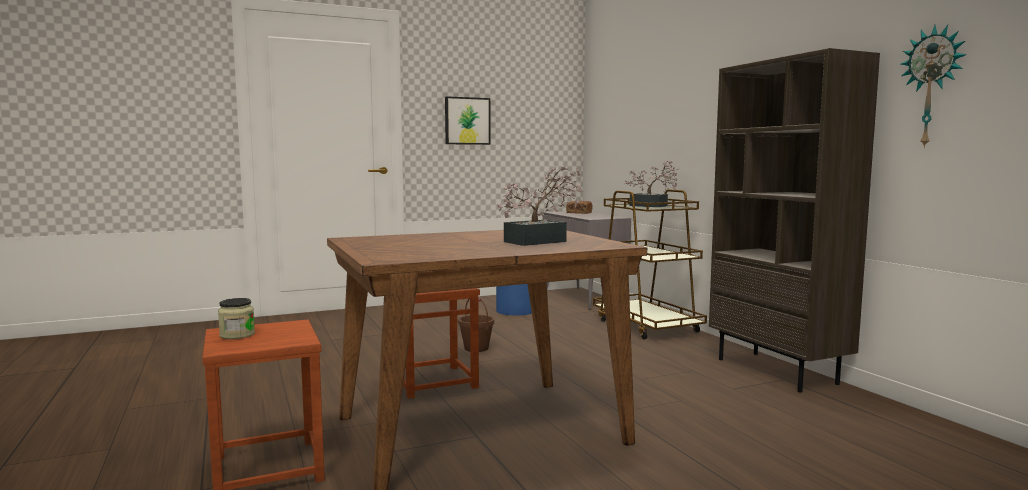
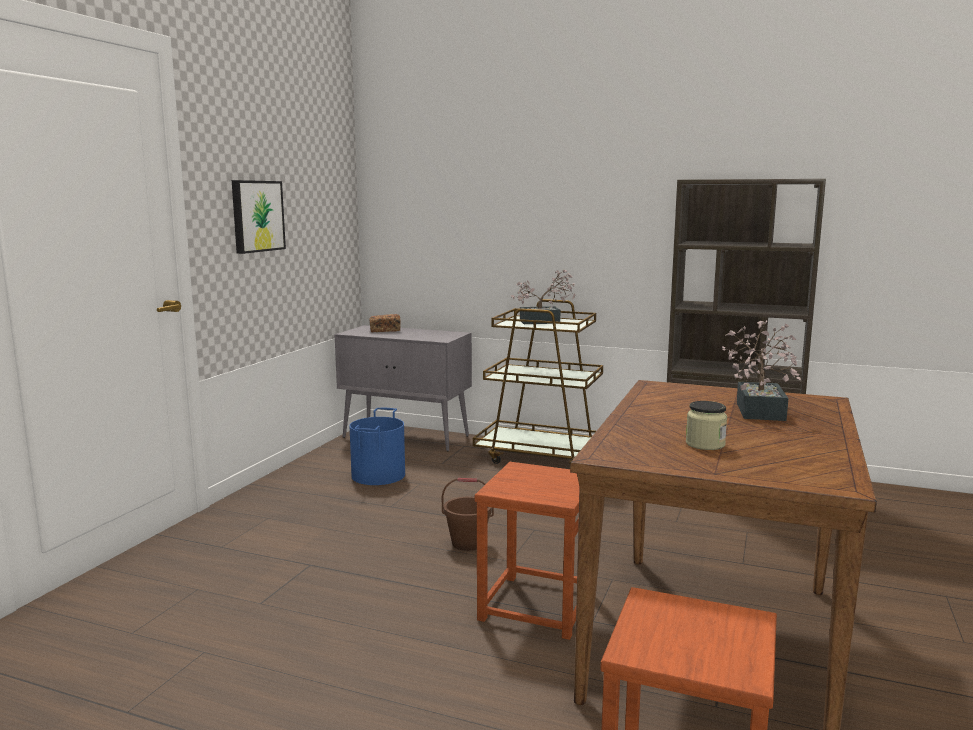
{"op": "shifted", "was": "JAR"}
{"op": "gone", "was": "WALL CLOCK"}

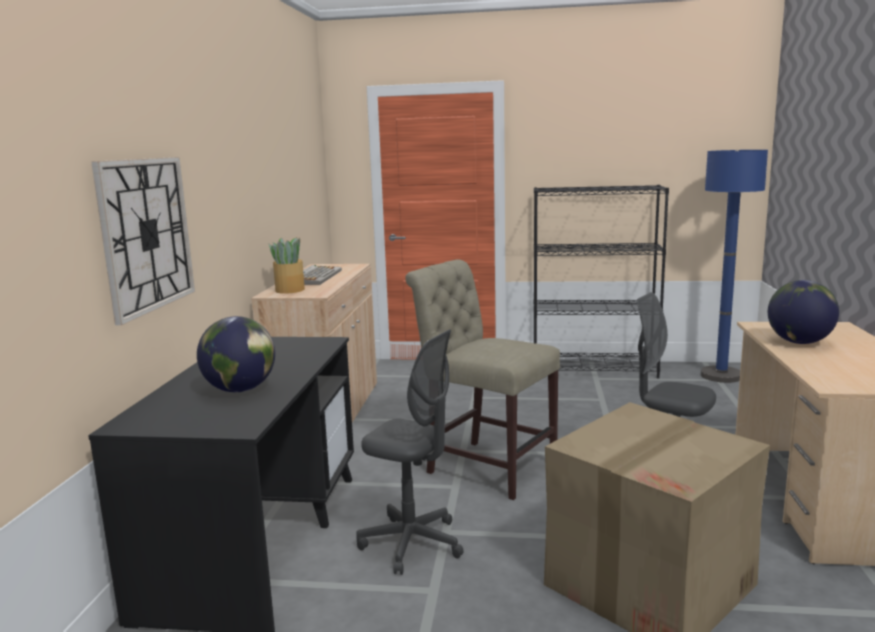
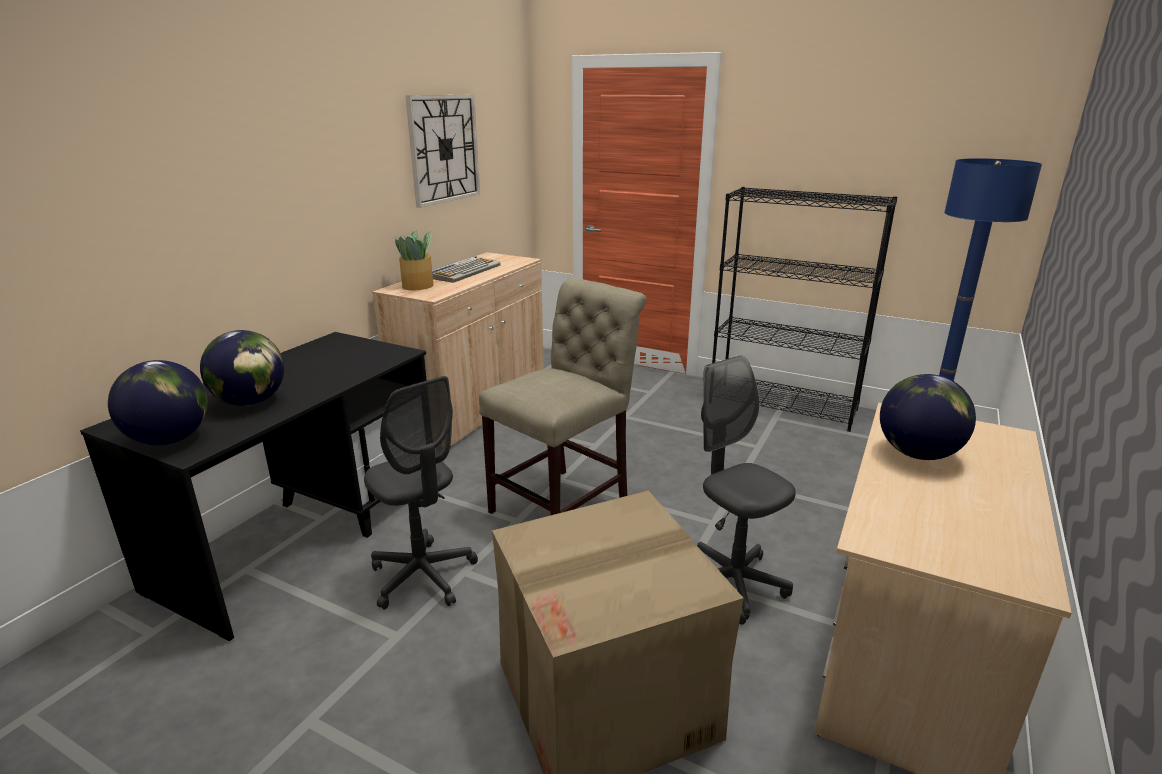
{"op": "shifted", "was": "WALL CLOCK"}
{"op": "rotated", "was": "BEIGE CHAIR", "clockwise": 75}
{"op": "new", "now": "GLOBE (no. 1 from left)"}

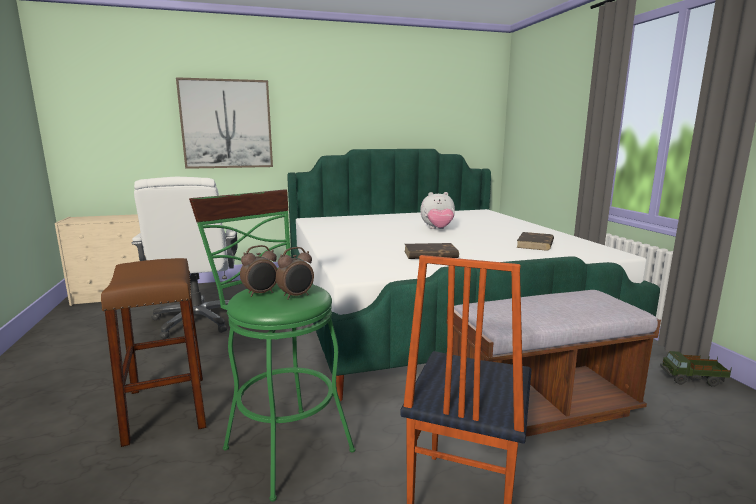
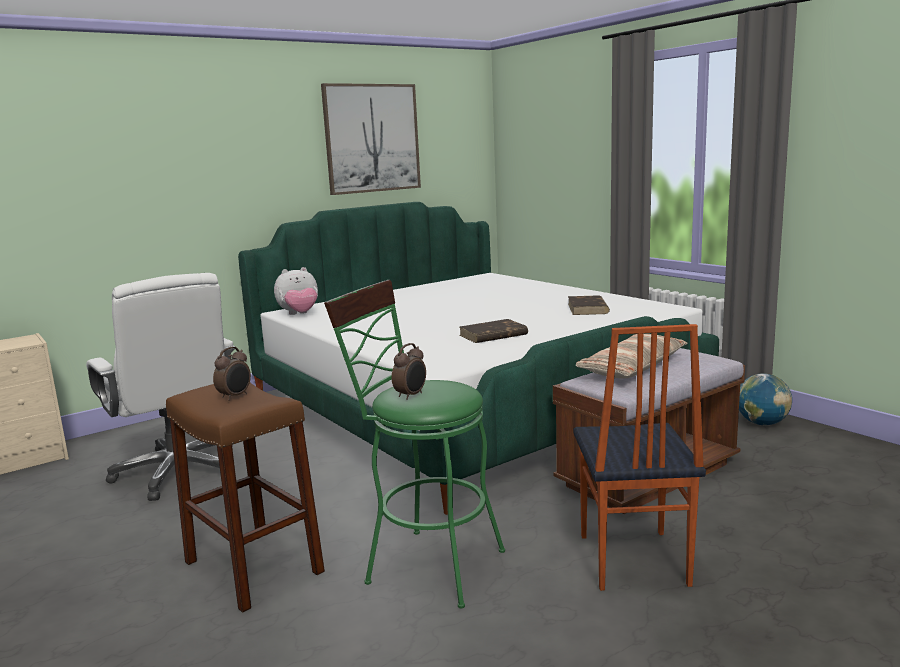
{"op": "shifted", "was": "PICTURE"}
{"op": "shifted", "was": "ALARM CLOCK (no. 2 from left in the first image)", "now": "ALARM CLOCK (no. 1 from left)"}
{"op": "shifted", "was": "PLUSH TOY"}
{"op": "swapped", "was": "TOY TRUCK", "now": "GLOBE"}
{"op": "new", "now": "PILLOW"}

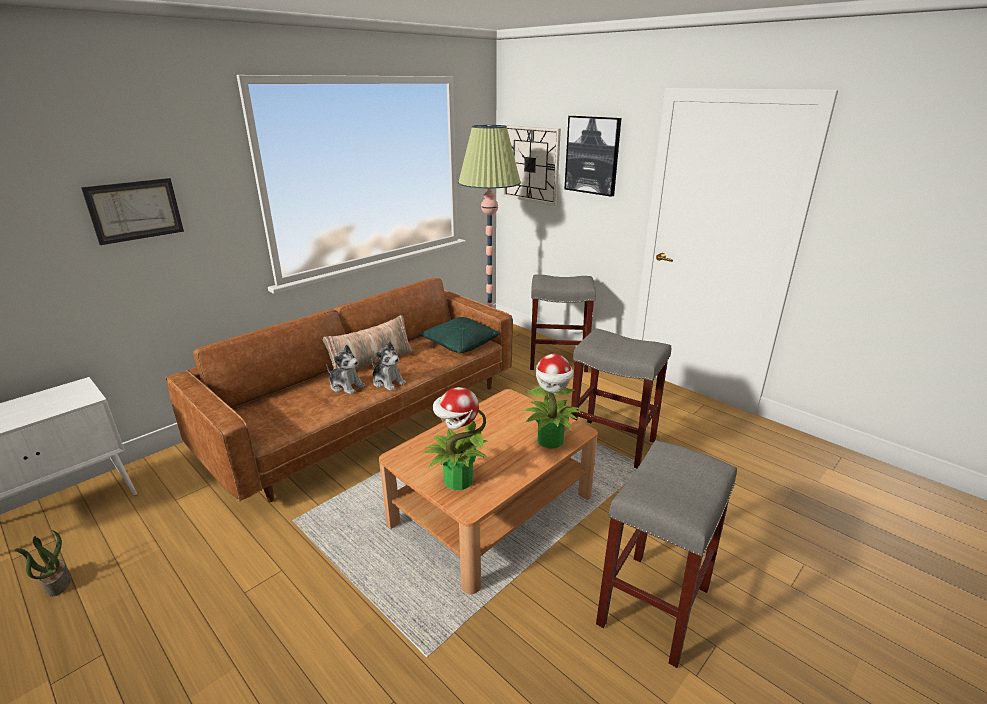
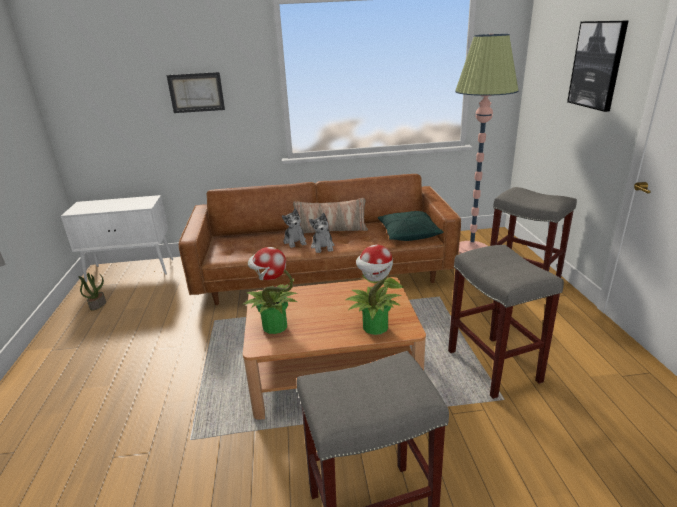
{"op": "gone", "was": "WALL CLOCK"}

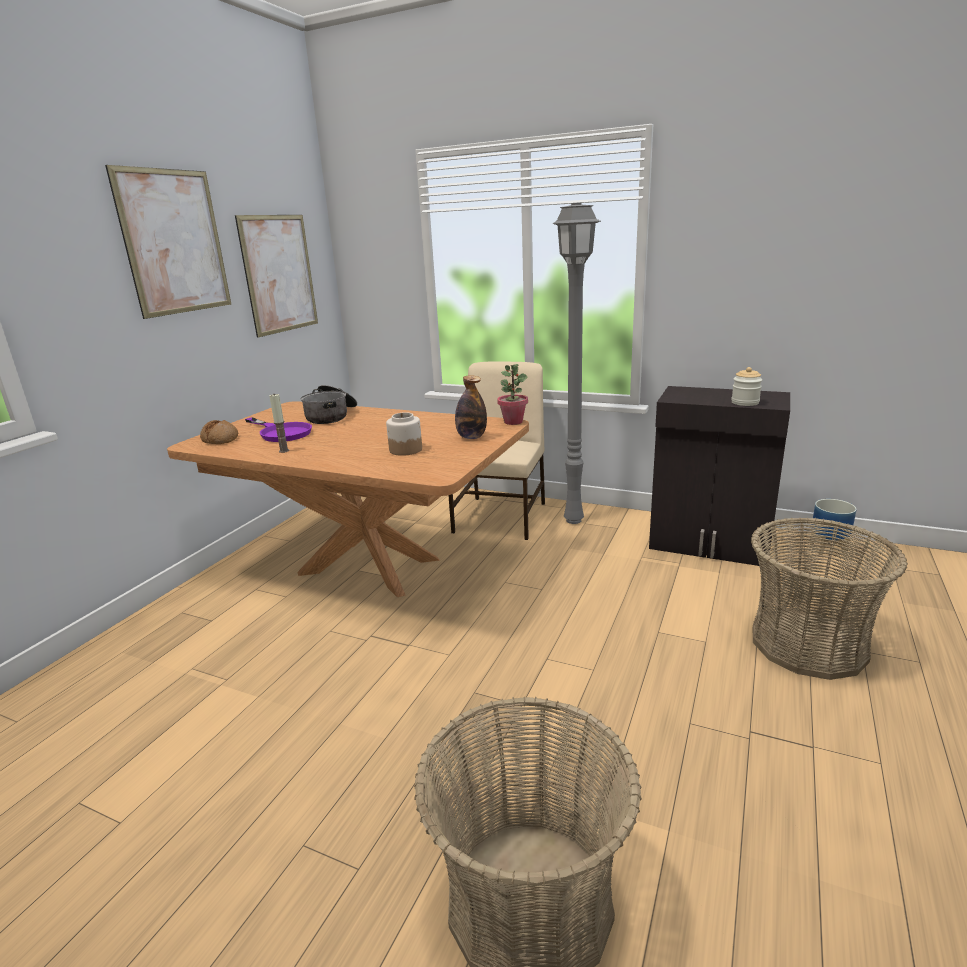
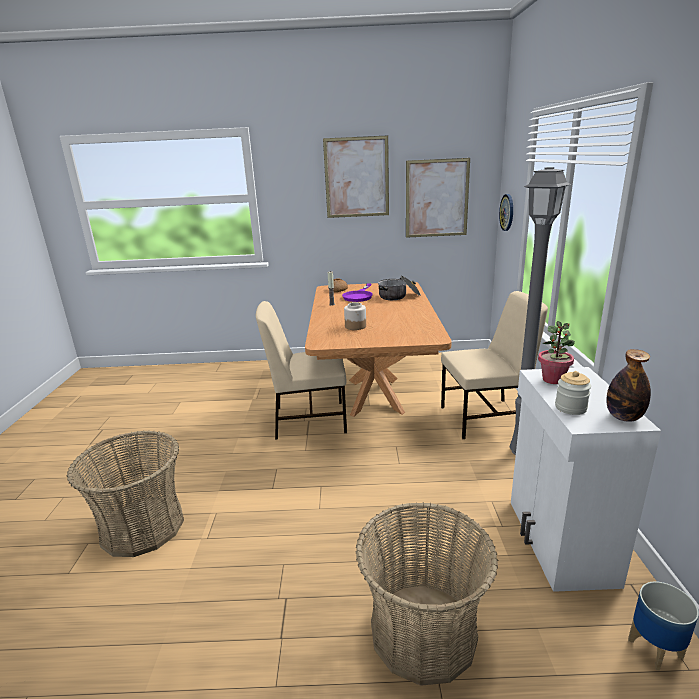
{"op": "shifted", "was": "BOTTLE"}
{"op": "shifted", "was": "POTTED PLANT"}
{"op": "repainted", "was": "BLACK CABINET", "now": "WHITE CABINET"}
{"op": "new", "now": "BEIGE CHAIR (no. 1 from left)"}
{"op": "new", "now": "WALL CLOCK"}

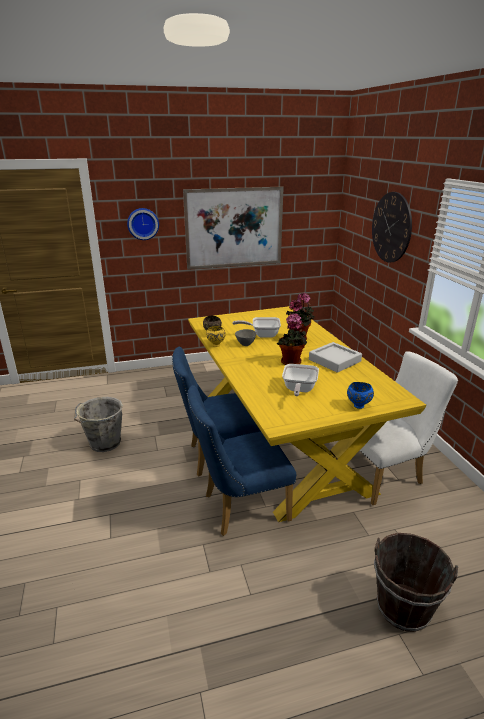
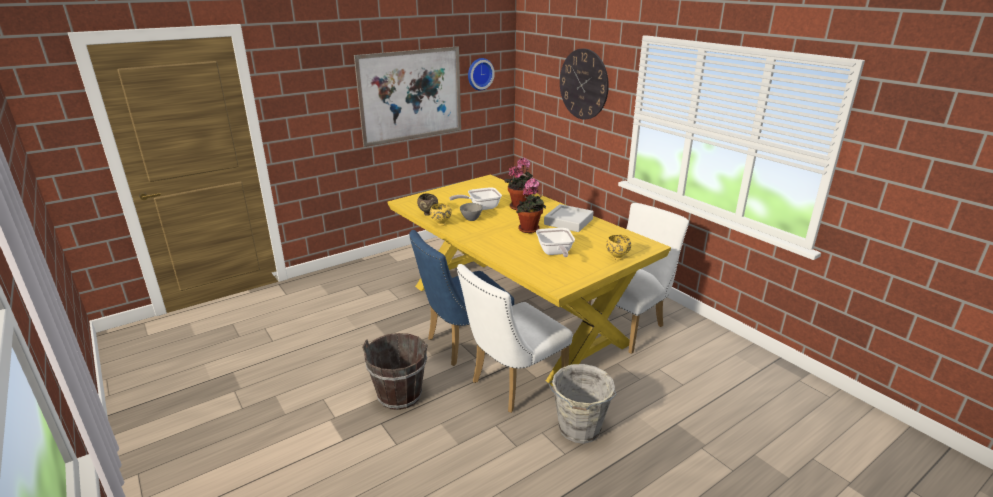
{"op": "shifted", "was": "GREY BUCKET"}
{"op": "shifted", "was": "WALL CLOCK (no. 1 from left)"}
{"op": "repainted", "was": "BLUE CHAIR (no. 2 from left)", "now": "WHITE CHAIR (no. 1 from left)"}
{"op": "repainted", "was": "BLUE BOWL", "now": "YELLOW BOWL (no. 2 from left)"}
{"op": "shifted", "was": "BROWN BUCKET"}

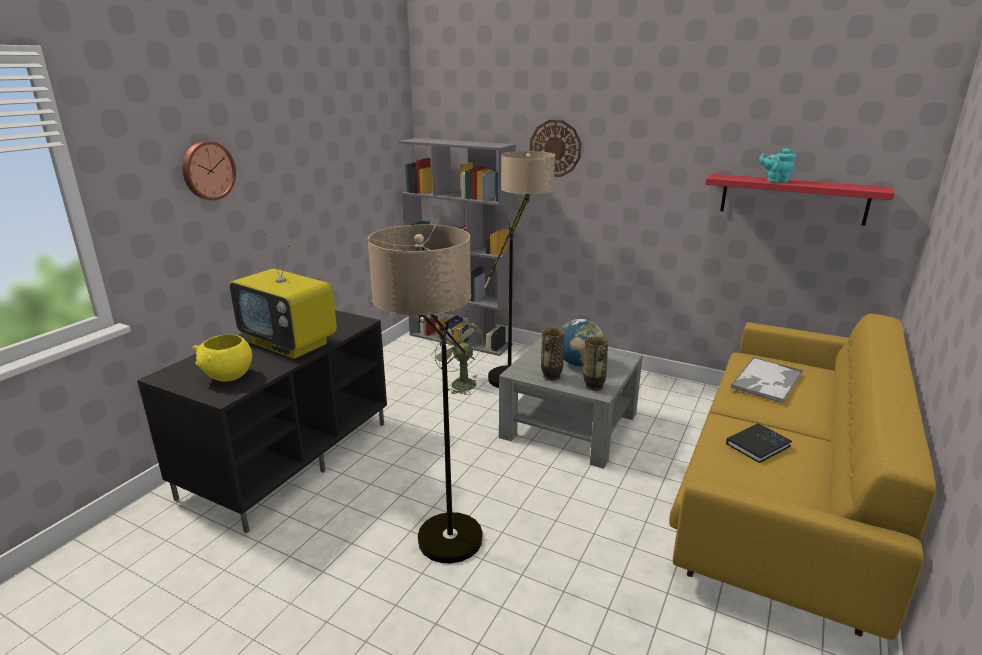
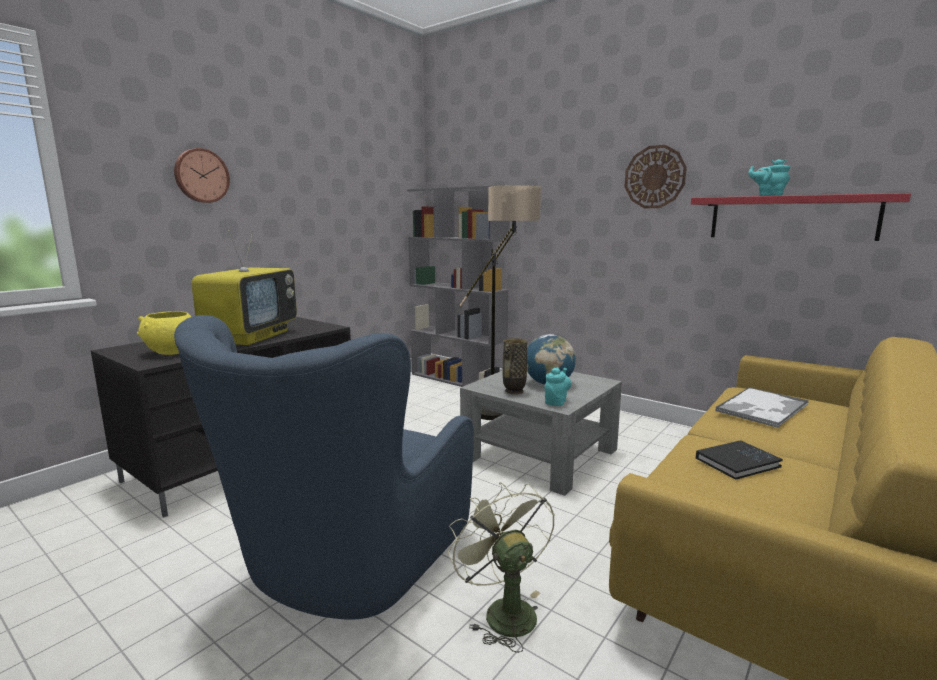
{"op": "rotated", "was": "TELEVISION", "clockwise": -120}
{"op": "swapped", "was": "FLOOR LAMP (no. 1 from left)", "now": "BLUE ARMCHAIR"}
{"op": "shifted", "was": "GREEN FAN"}
{"op": "shifted", "was": "WALL CLOCK (no. 2 from left)"}
{"op": "swapped", "was": "VASE (no. 2 from left)", "now": "TURQUOISE TEAPOT (no. 1 from left)"}

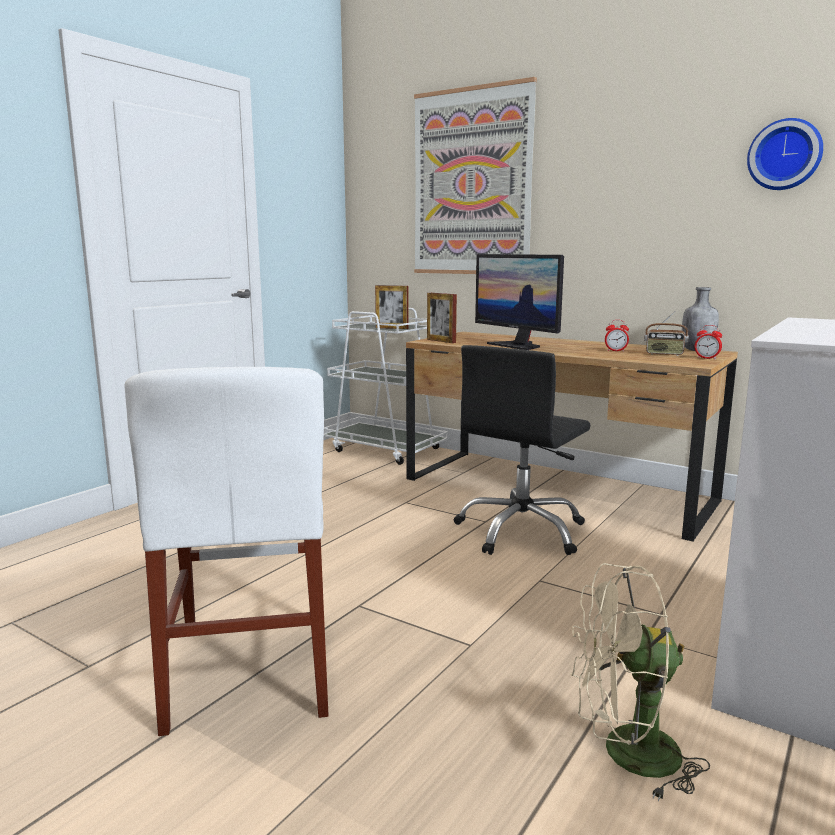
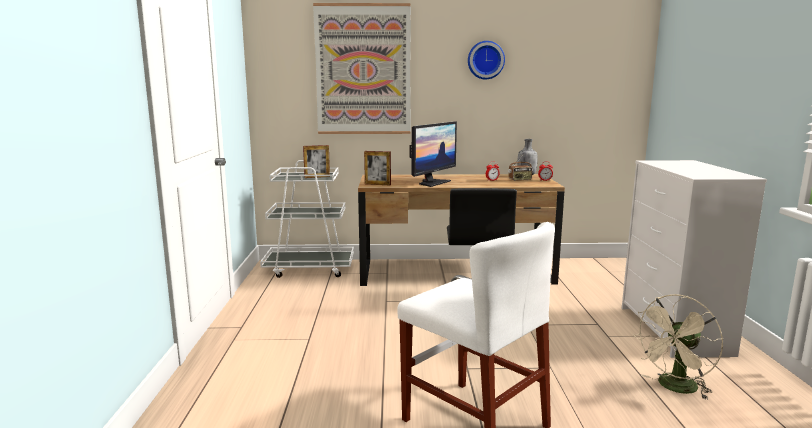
{"op": "rotated", "was": "MONITOR", "clockwise": -75}
{"op": "shifted", "was": "WALL CLOCK"}

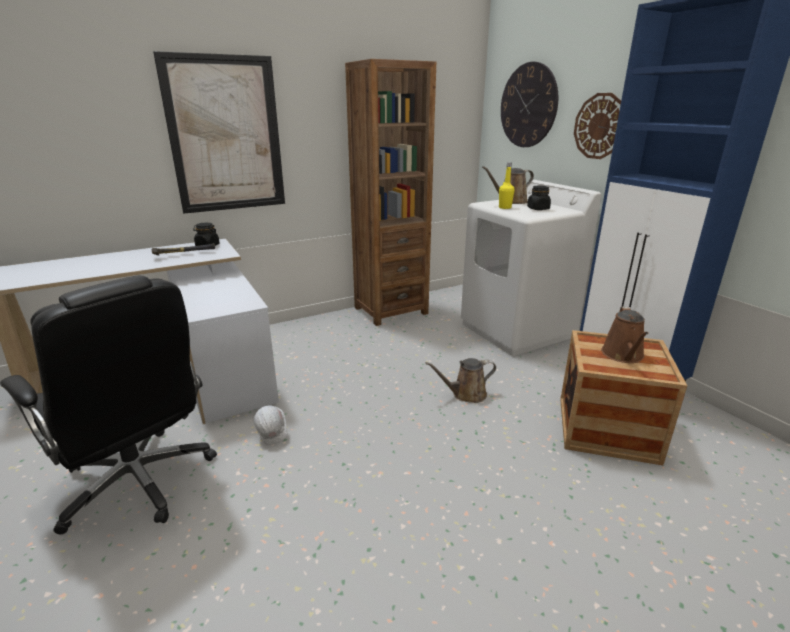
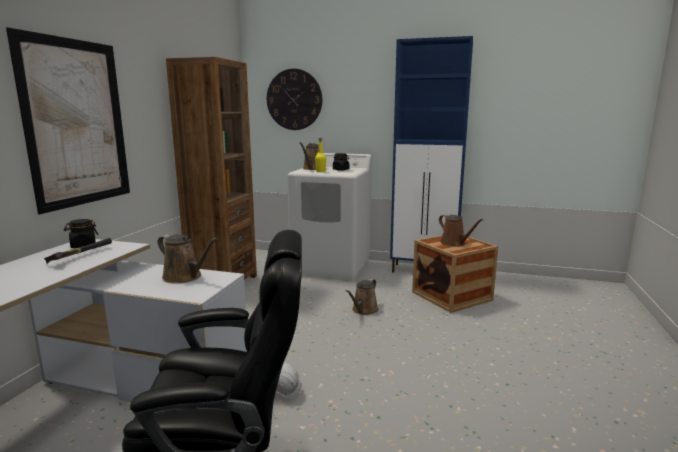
{"op": "gone", "was": "WALL CLOCK (no. 2 from left)"}
{"op": "new", "now": "BROWN WATERING CAN (no. 1 from left)"}

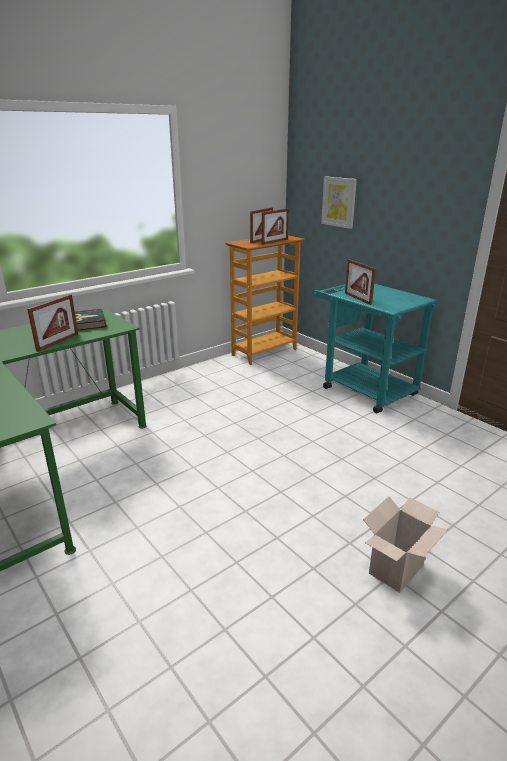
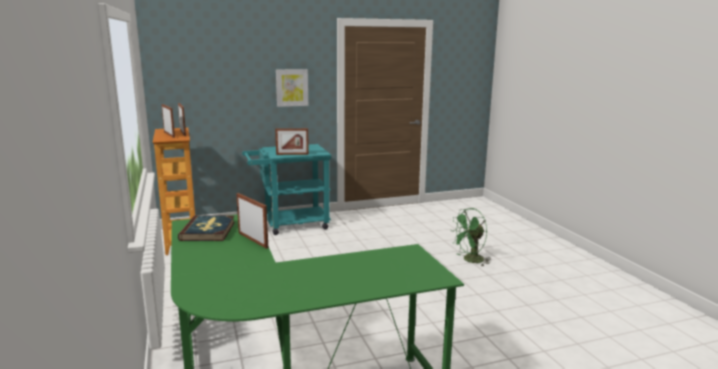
{"op": "shifted", "was": "PICTURE"}
{"op": "swapped", "was": "CARDBOARD BOX", "now": "GREEN FAN"}

